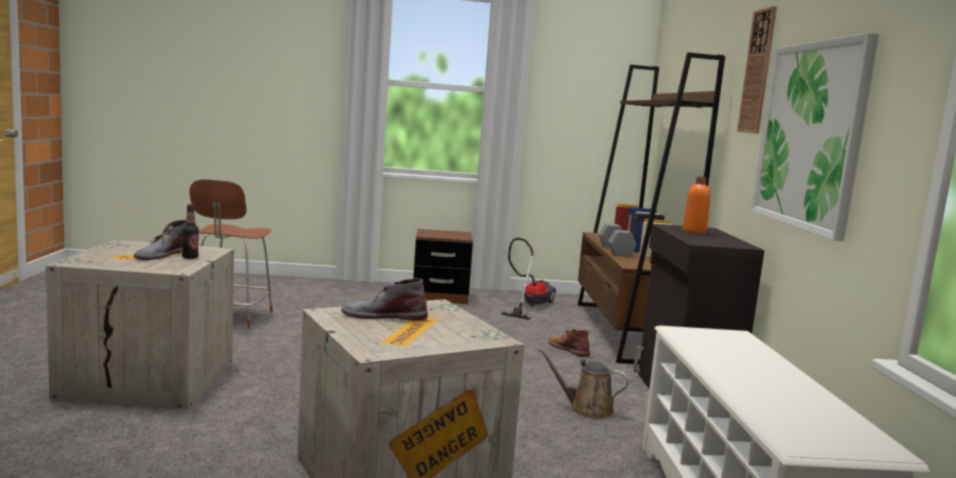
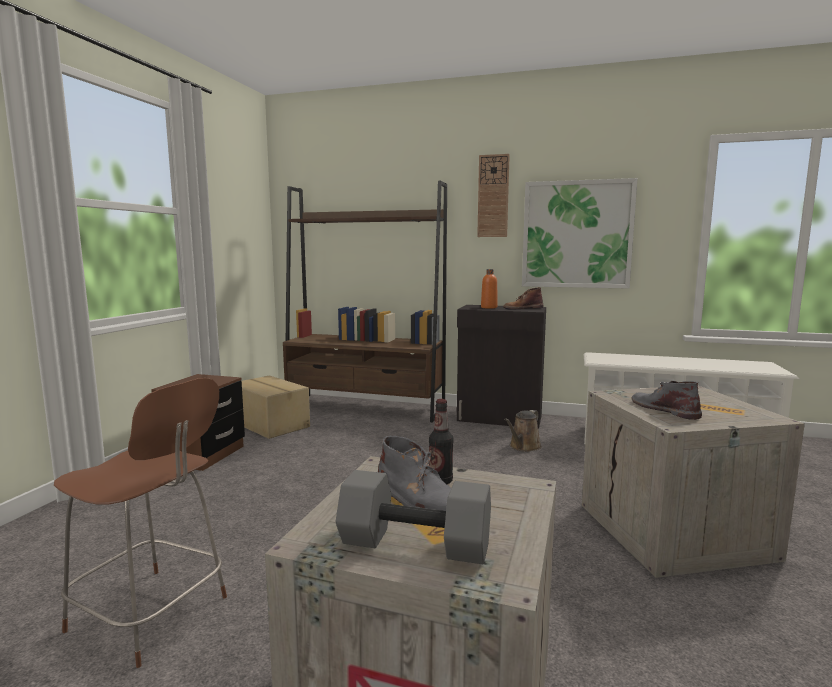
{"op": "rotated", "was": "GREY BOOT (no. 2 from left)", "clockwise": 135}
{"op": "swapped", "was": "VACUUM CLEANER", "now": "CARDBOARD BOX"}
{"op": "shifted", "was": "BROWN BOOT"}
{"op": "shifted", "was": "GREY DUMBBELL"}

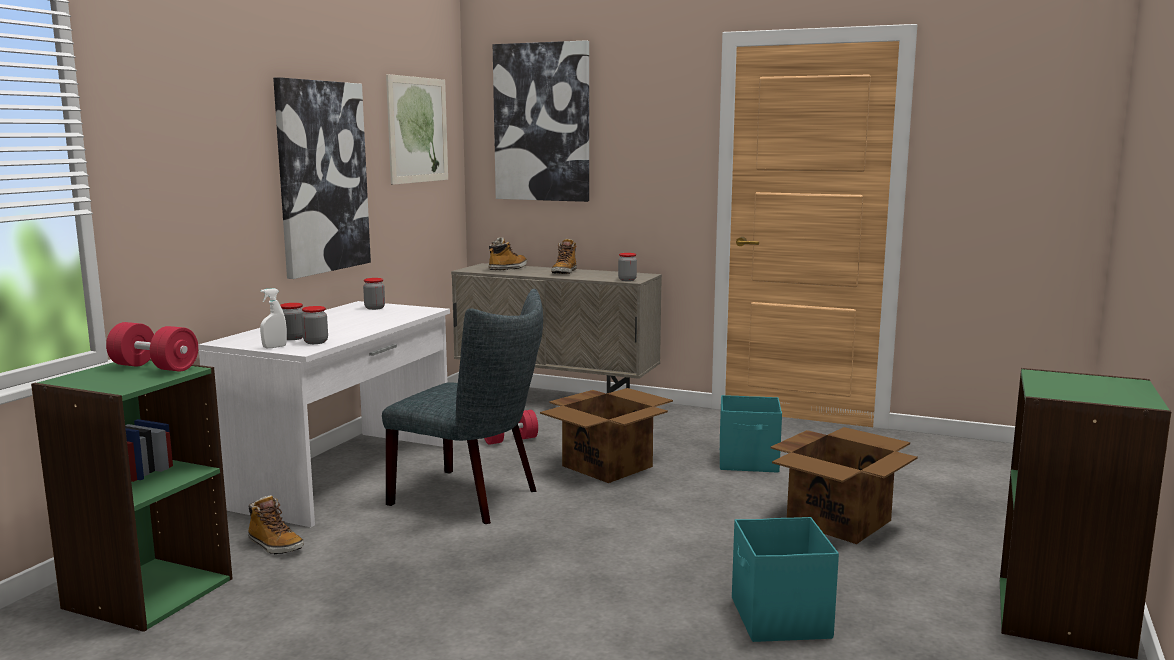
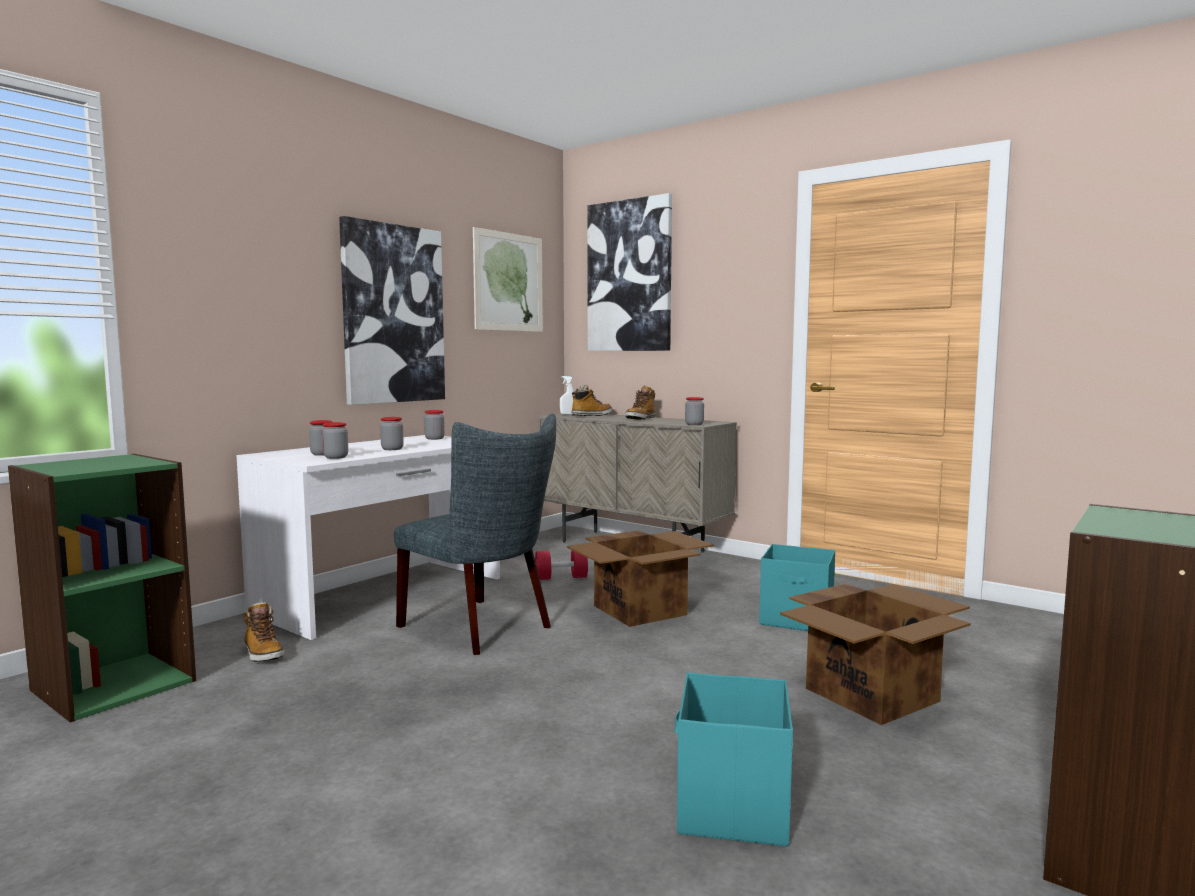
{"op": "gone", "was": "RED DUMBBELL (no. 1 from left)"}
{"op": "shifted", "was": "WHITE SPRAY BOTTLE"}
{"op": "new", "now": "JAR (no. 3 from left)"}

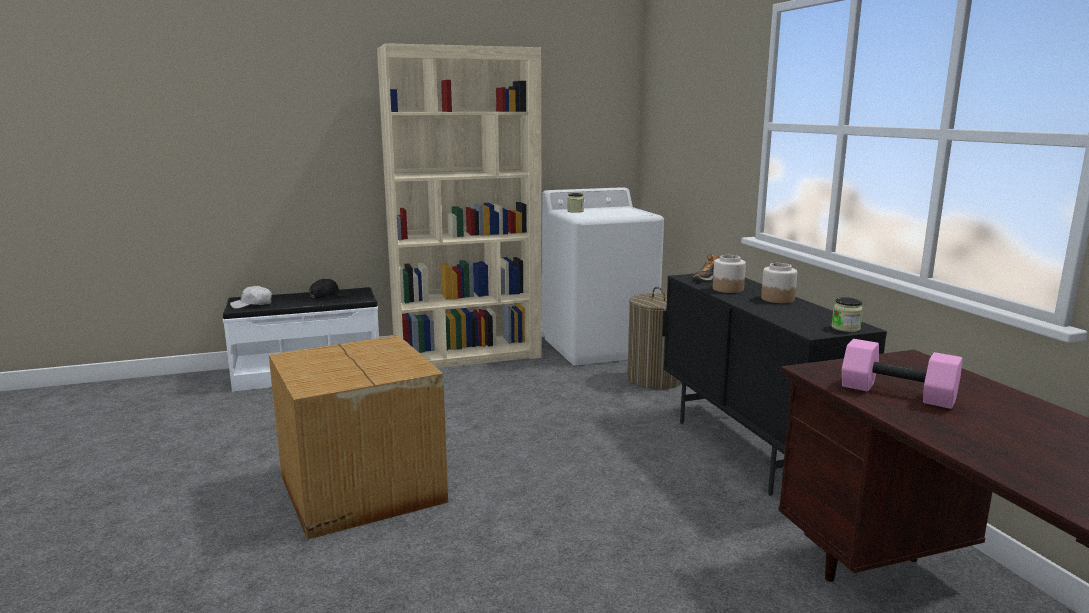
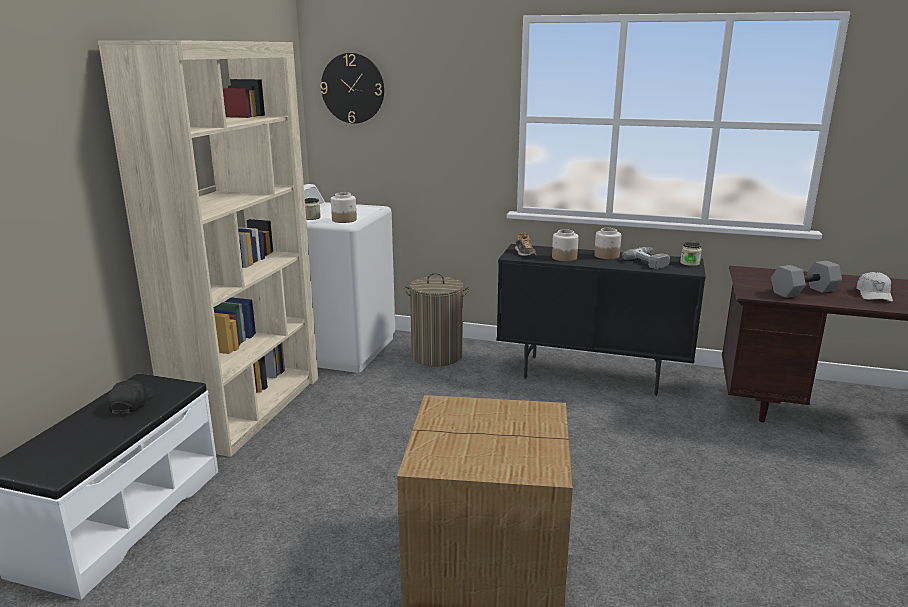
{"op": "shifted", "was": "WHITE CAP"}
{"op": "repainted", "was": "PINK DUMBBELL", "now": "GREY DUMBBELL"}
{"op": "new", "now": "WALL CLOCK"}
{"op": "new", "now": "JAR (no. 2 from left)"}
{"op": "new", "now": "POWER DRILL"}

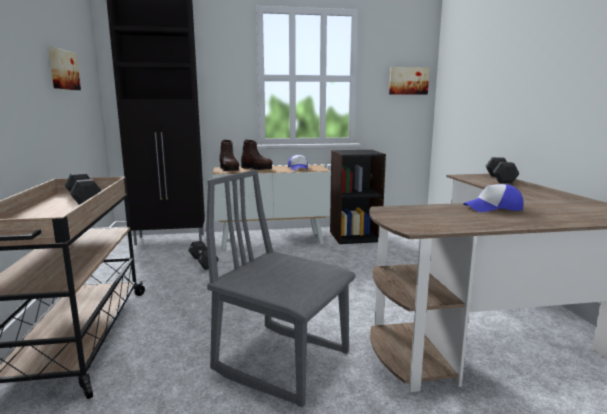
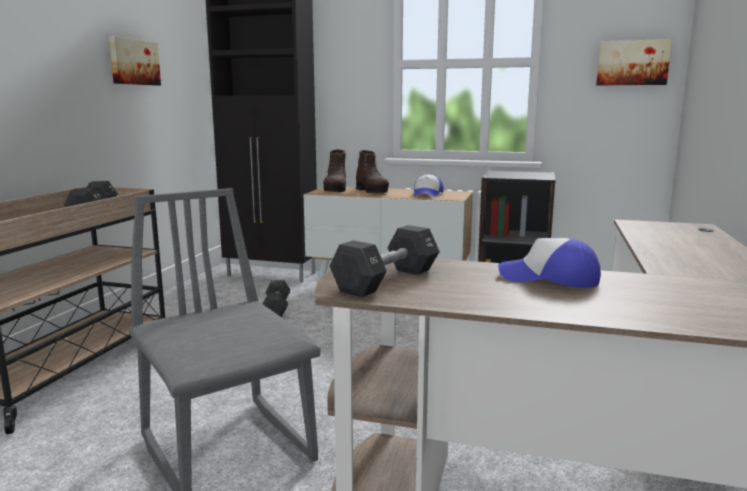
{"op": "shifted", "was": "BLACK DUMBBELL (no. 3 from left)"}

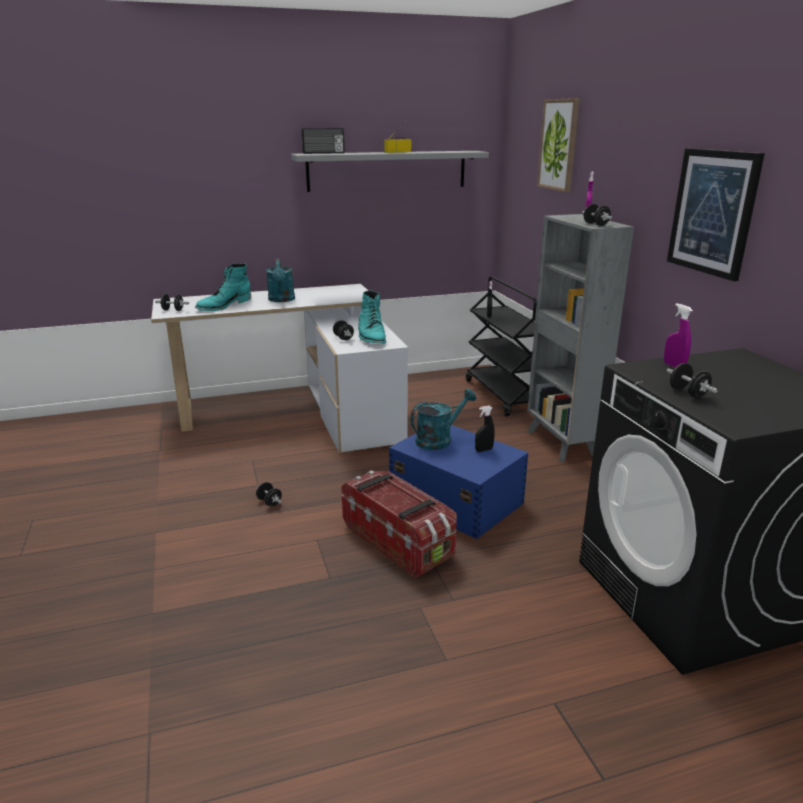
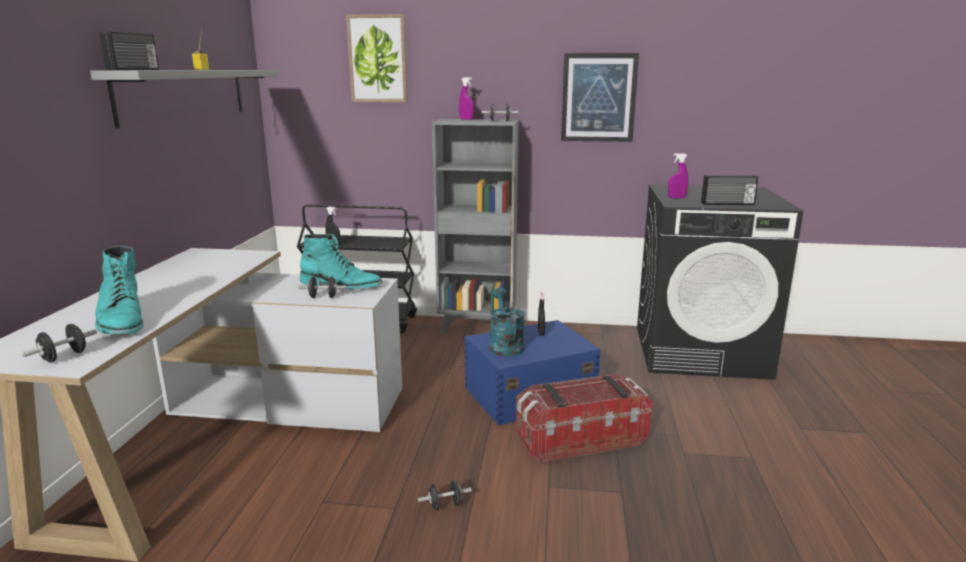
{"op": "gone", "was": "TURQUOISE WATERING CAN (no. 1 from left)"}
{"op": "swapped", "was": "BLACK DUMBBELL (no. 5 from left)", "now": "RADIO (no. 3 from left)"}

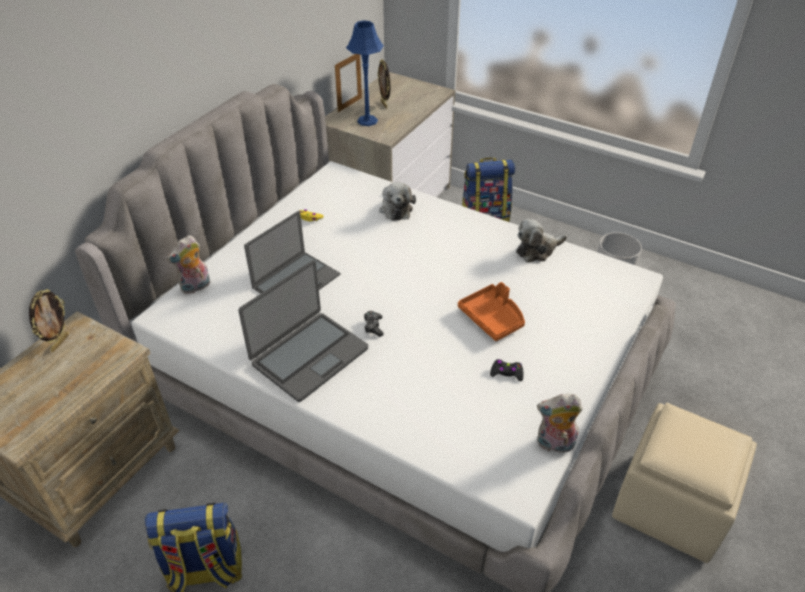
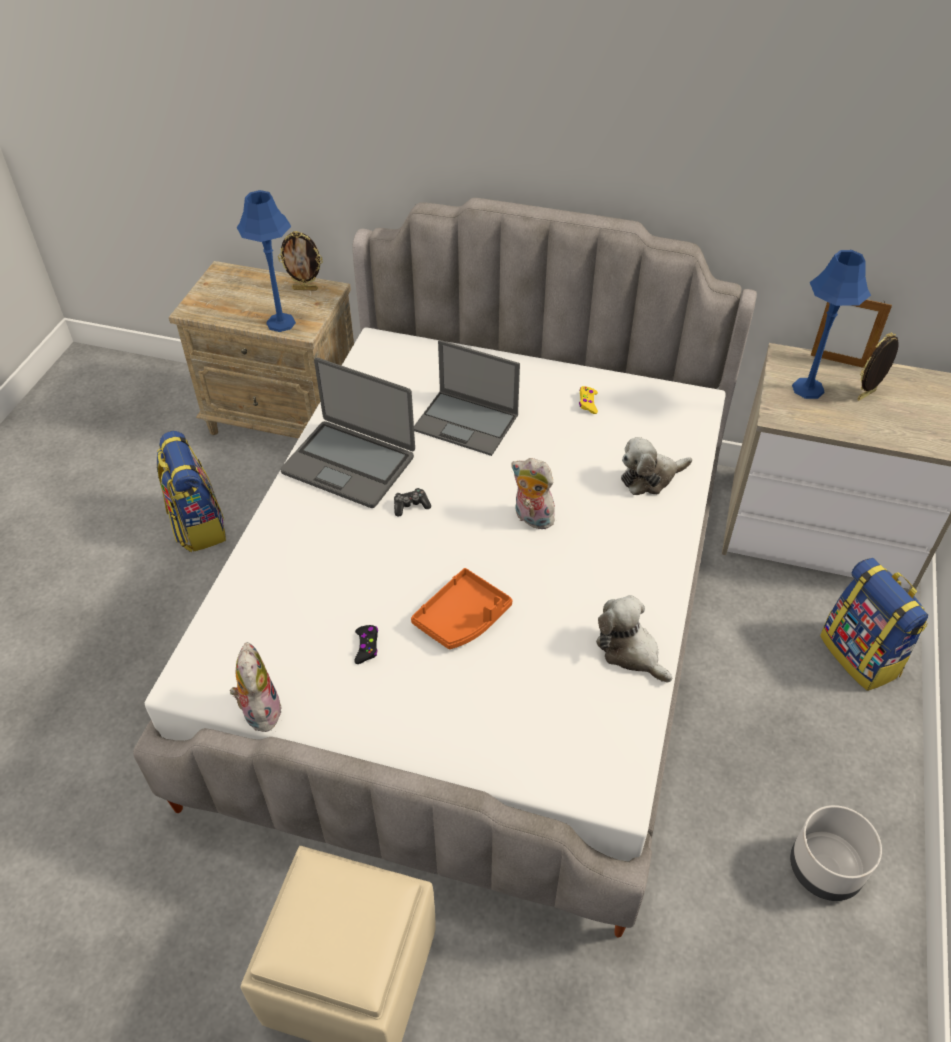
{"op": "shifted", "was": "PLUSH TOY (no. 1 from left in the first image)", "now": "PLUSH TOY (no. 2 from left)"}
{"op": "new", "now": "BLUE TABLE LAMP (no. 1 from left)"}

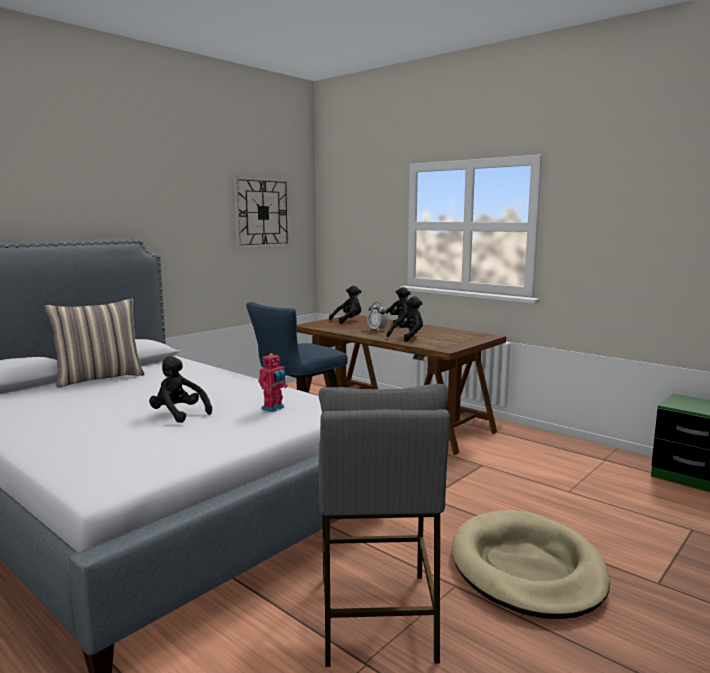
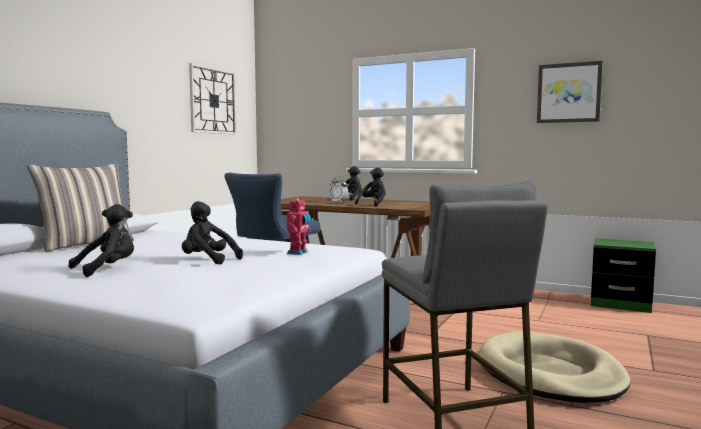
{"op": "shifted", "was": "BLACK PLUSH TOY (no. 2 from left in the first image)", "now": "BLACK PLUSH TOY (no. 1 from left)"}
{"op": "new", "now": "PICTURE"}

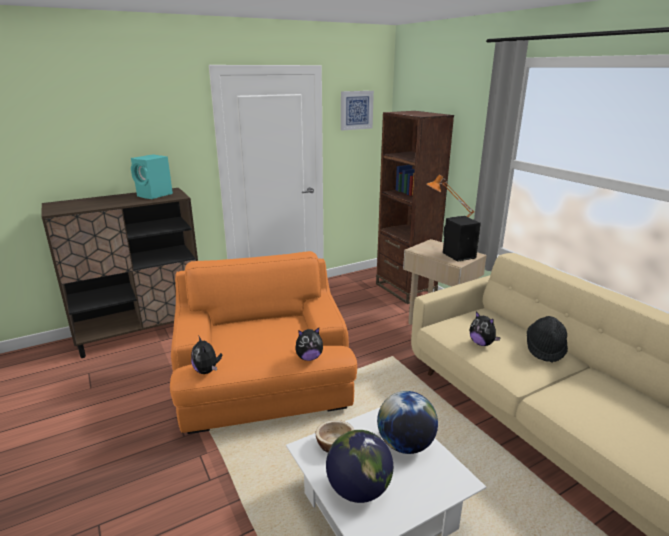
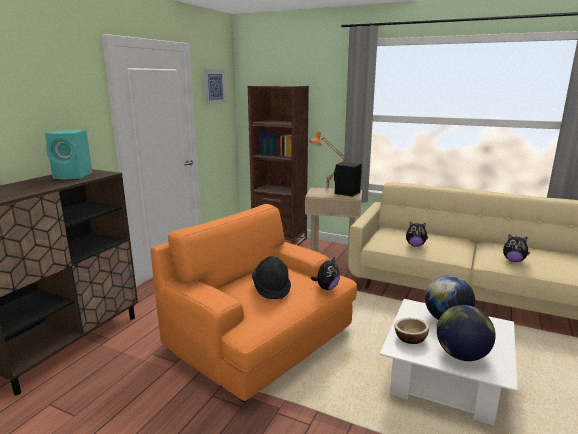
{"op": "shifted", "was": "PLUSH TOY (no. 1 from left in the first image)", "now": "PLUSH TOY (no. 3 from left)"}
{"op": "shifted", "was": "BLACK HAT"}

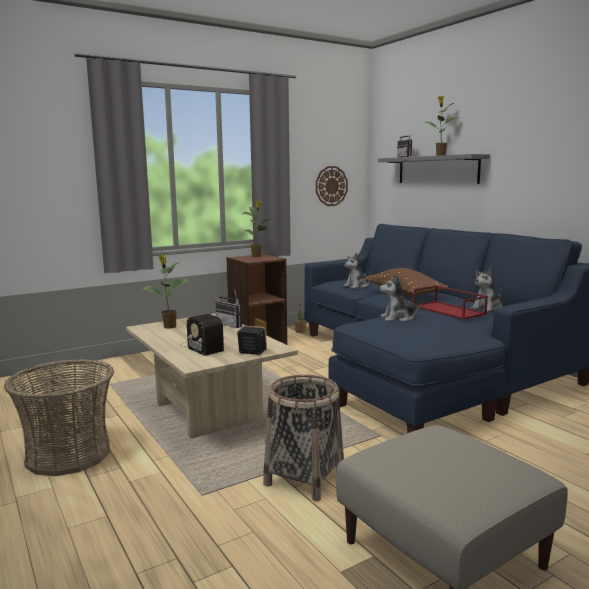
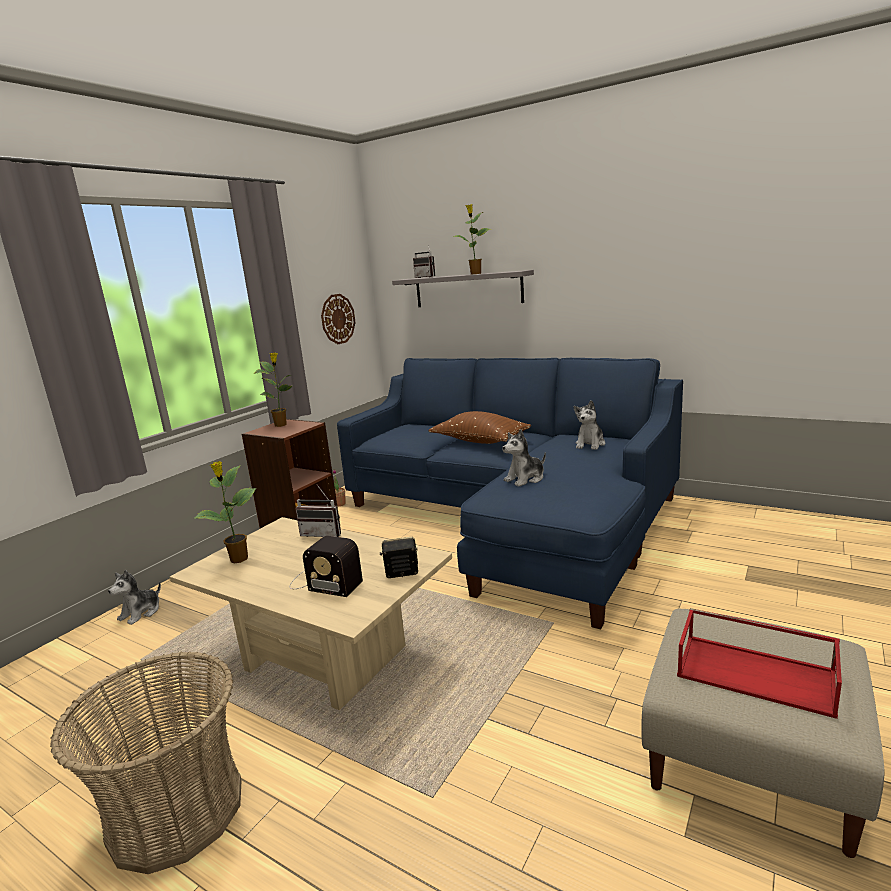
{"op": "gone", "was": "BASKET (no. 2 from left)"}
{"op": "shifted", "was": "PLUSH TOY (no. 1 from left)"}
{"op": "shifted", "was": "RED TRAY"}

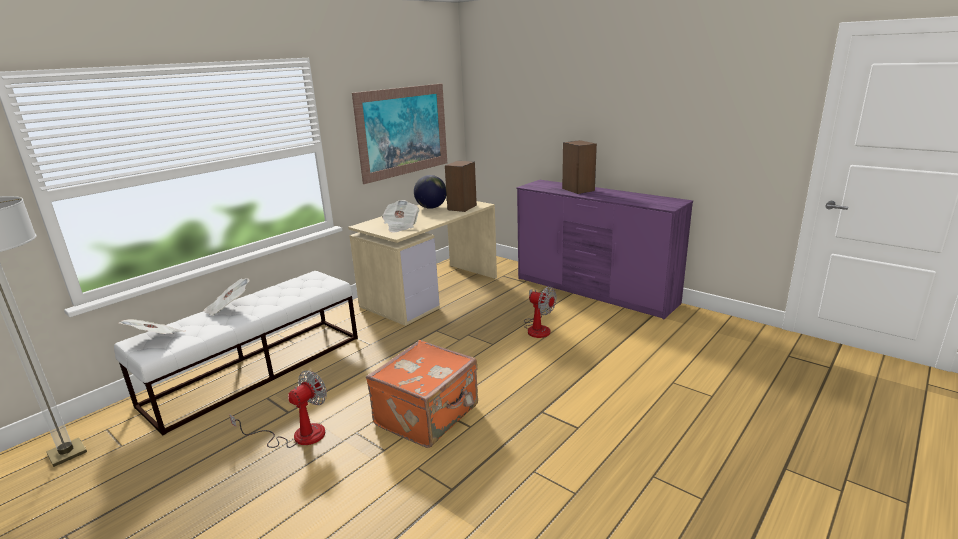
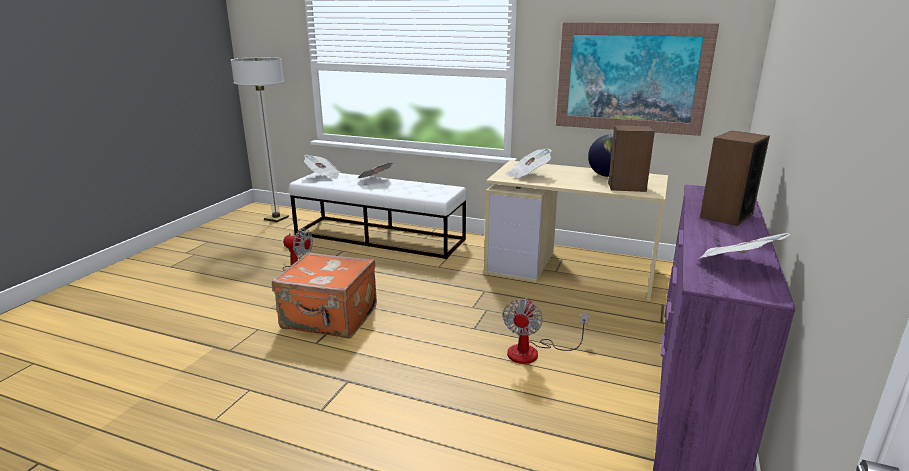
{"op": "new", "now": "NEWSPAPER (no. 4 from left)"}

